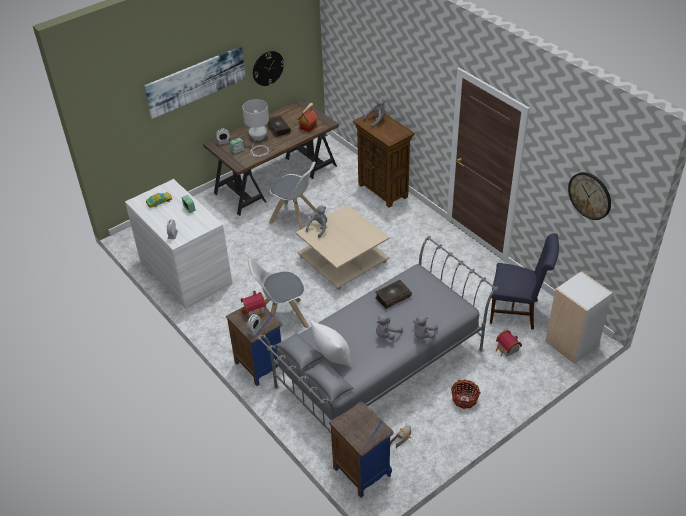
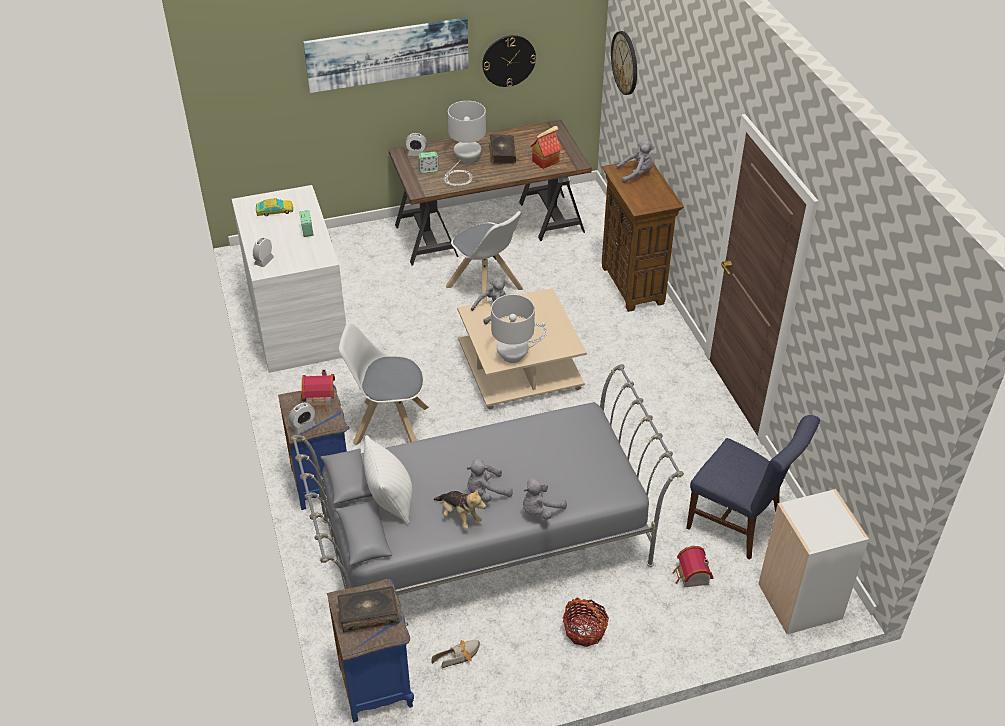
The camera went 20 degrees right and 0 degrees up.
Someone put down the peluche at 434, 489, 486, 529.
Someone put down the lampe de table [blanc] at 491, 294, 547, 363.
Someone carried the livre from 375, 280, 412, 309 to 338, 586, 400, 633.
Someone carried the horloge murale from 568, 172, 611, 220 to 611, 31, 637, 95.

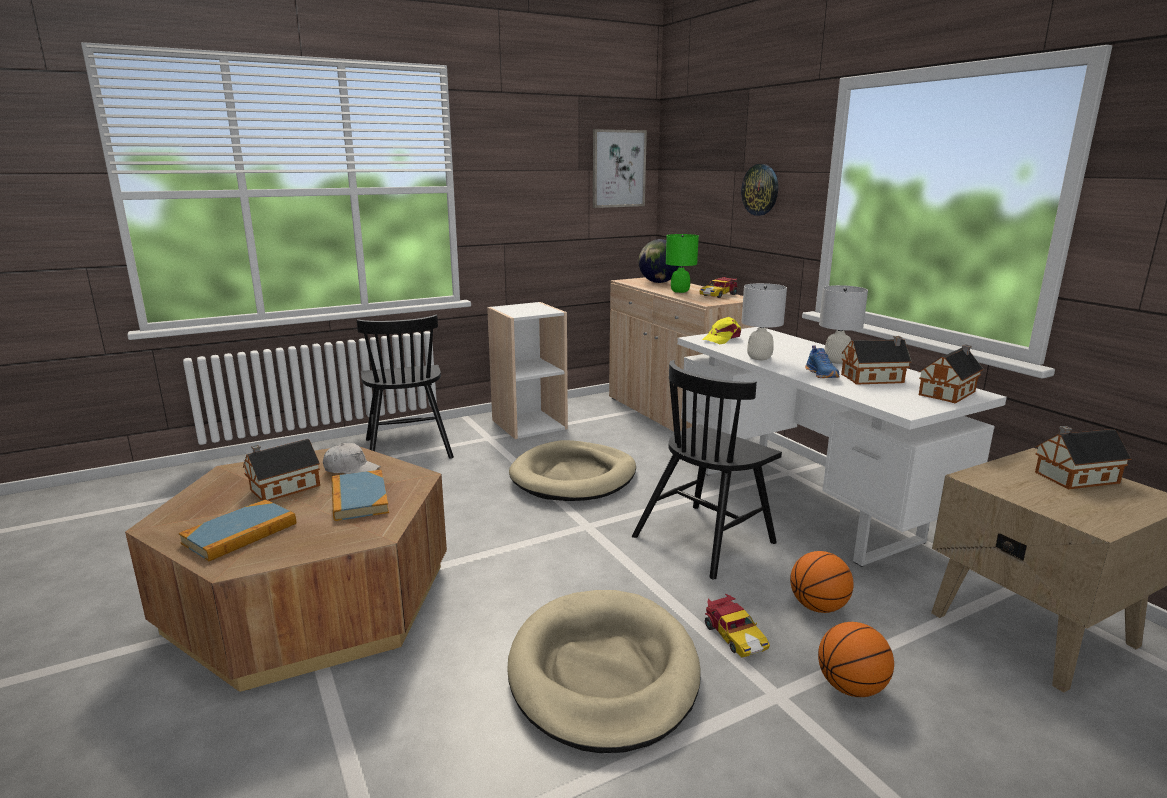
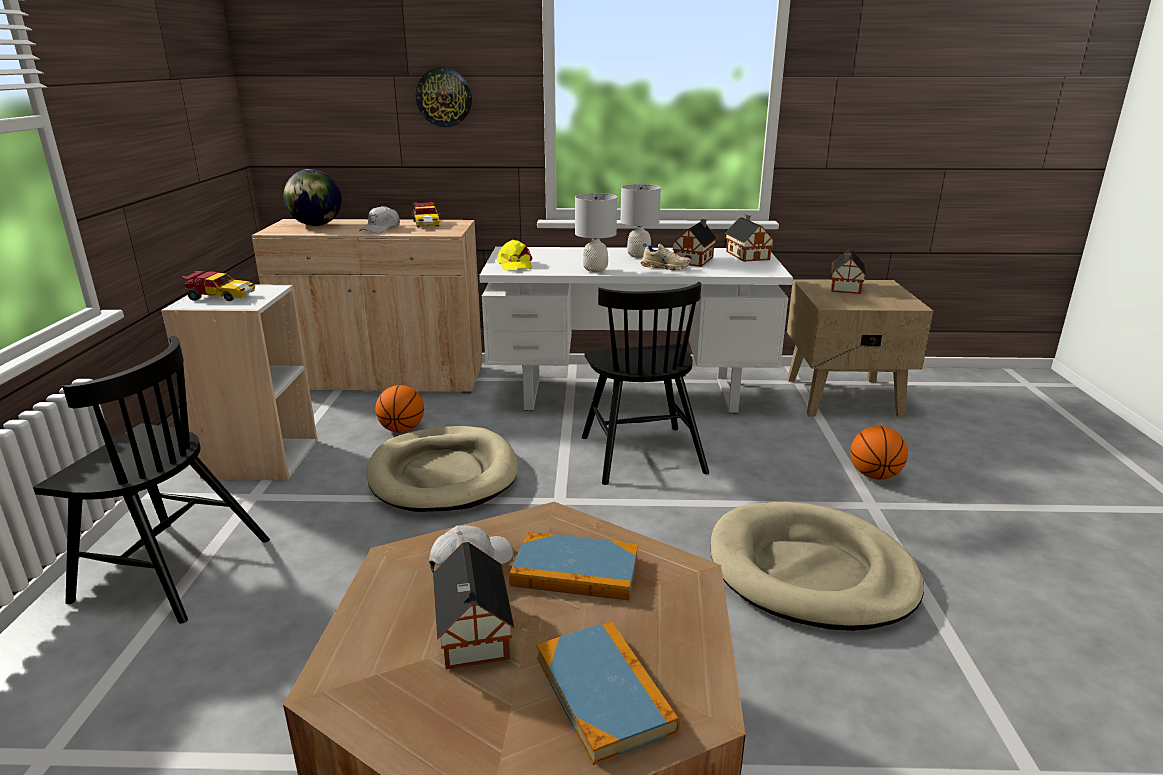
The camera went 60 degrees left and 5 degrees up.
Someone took away the tableau at 593, 129, 647, 208.
Someone carried the petite voiture from 705, 594, 770, 657 to 182, 271, 255, 301.
Someone carried the ballon de basket from 790, 551, 854, 613 to 375, 385, 424, 433.
Someone swapped the lampe de table [vert] at 666, 234, 699, 293 for the casquette [blanc] at 359, 206, 400, 233.
Someone repainted the chaussure [bleu] at 805, 345, 840, 378, which became the chaussure [beige] at 641, 244, 691, 270.

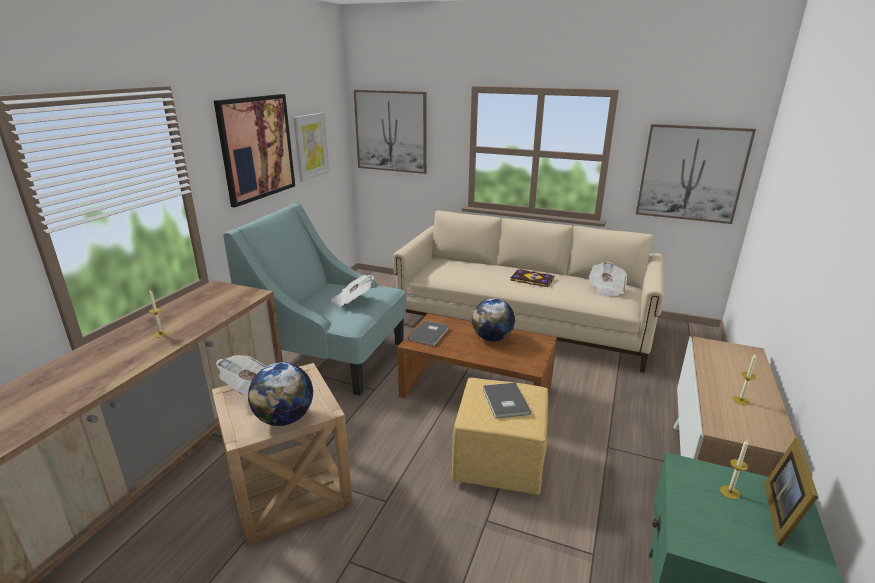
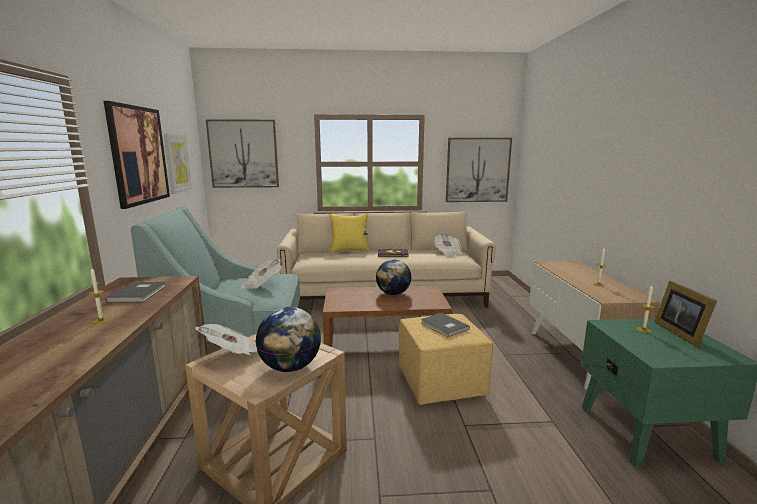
The camera went 25 degrees left and 10 degrees down.
Someone put down the coussin [jaune] at 329, 213, 370, 253.
Someone carried the livre [gris] from 408, 320, 449, 346 to 106, 281, 166, 303.

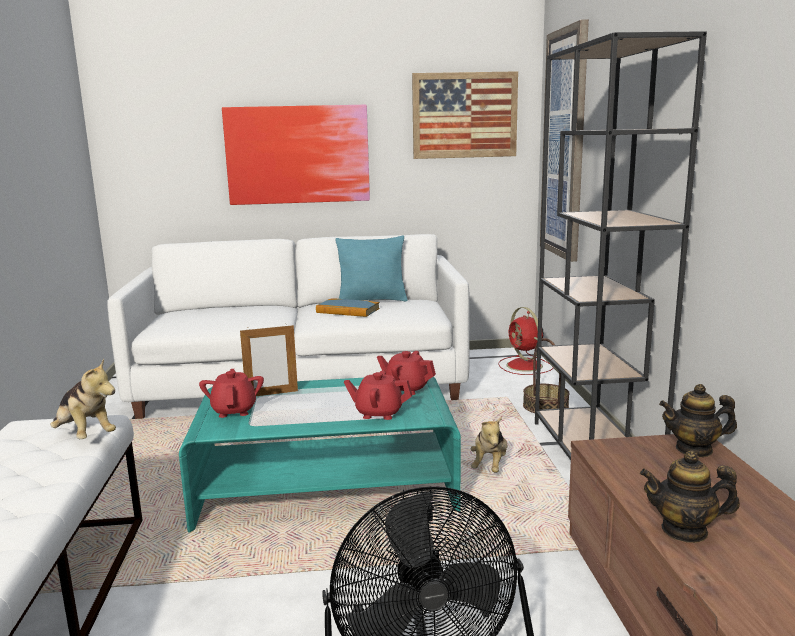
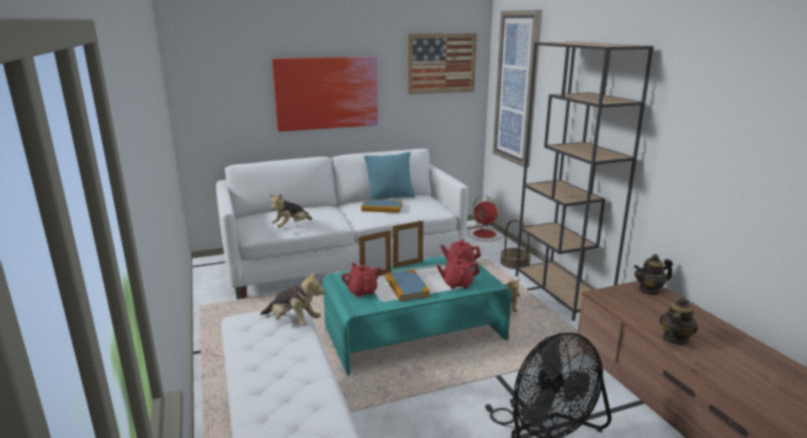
The camera went 15 degrees left and 5 degrees up.
Someone put down the peluche at 270, 194, 312, 227.
Someone put down the livre at 385, 269, 430, 302.
Someone put down the cadre photo at 393, 220, 423, 268.
Someone rotated the théière at 640, 451, 740, 543 by 135 degrees clockwise.

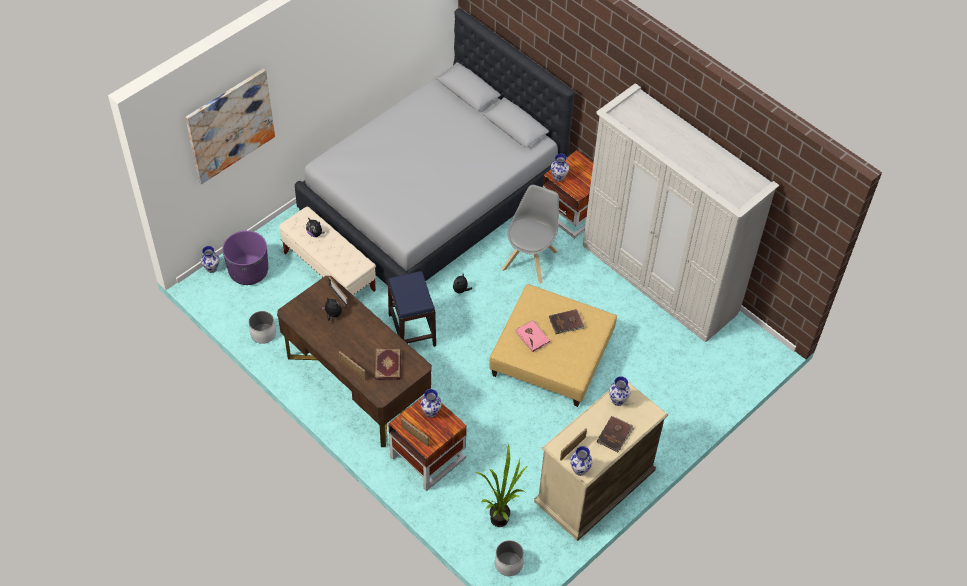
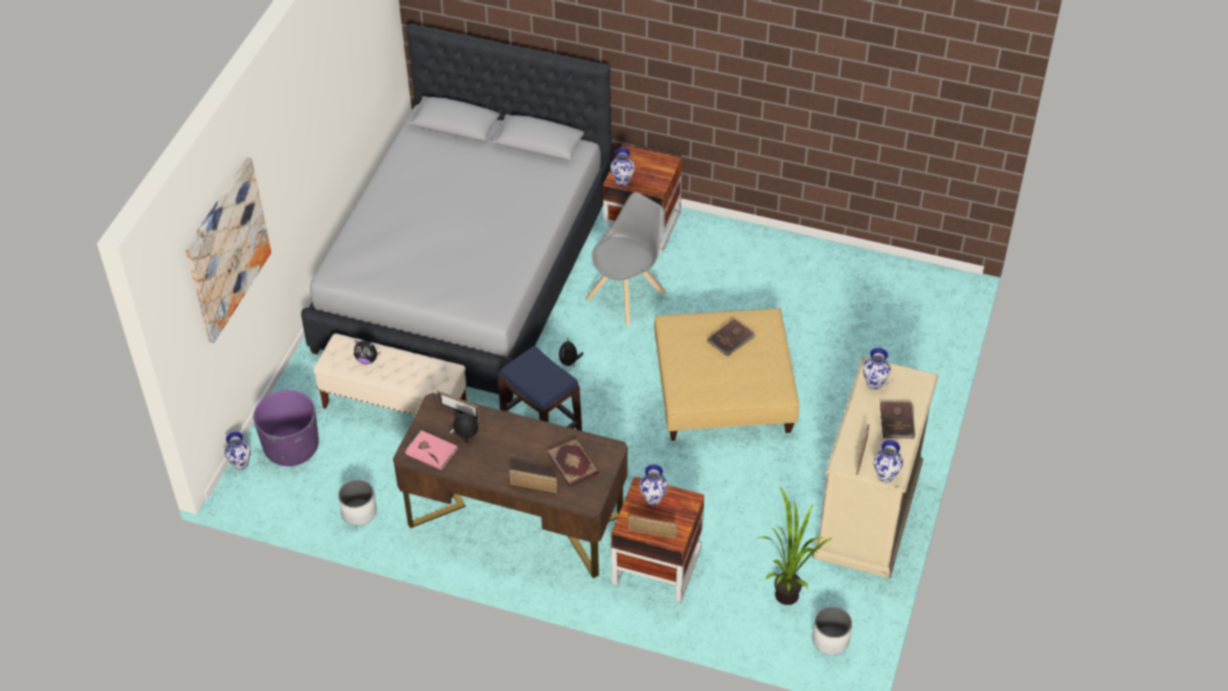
The camera went 25 degrees left and 5 degrees down.
Someone took away the armoire [blanc] at 583, 83, 779, 342.
Someone carried the livre [rose] from 516, 320, 550, 352 to 406, 430, 458, 470.
Someone rotated the chaise [gris] at 502, 185, 559, 284 by 45 degrees clockwise.

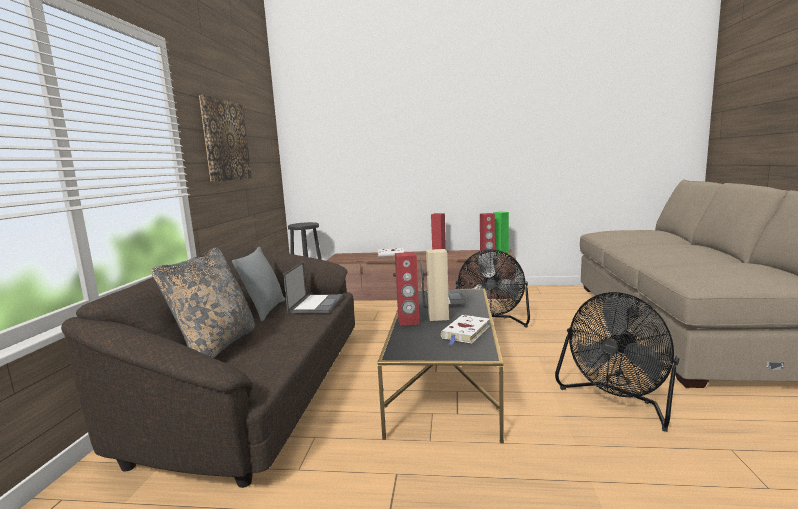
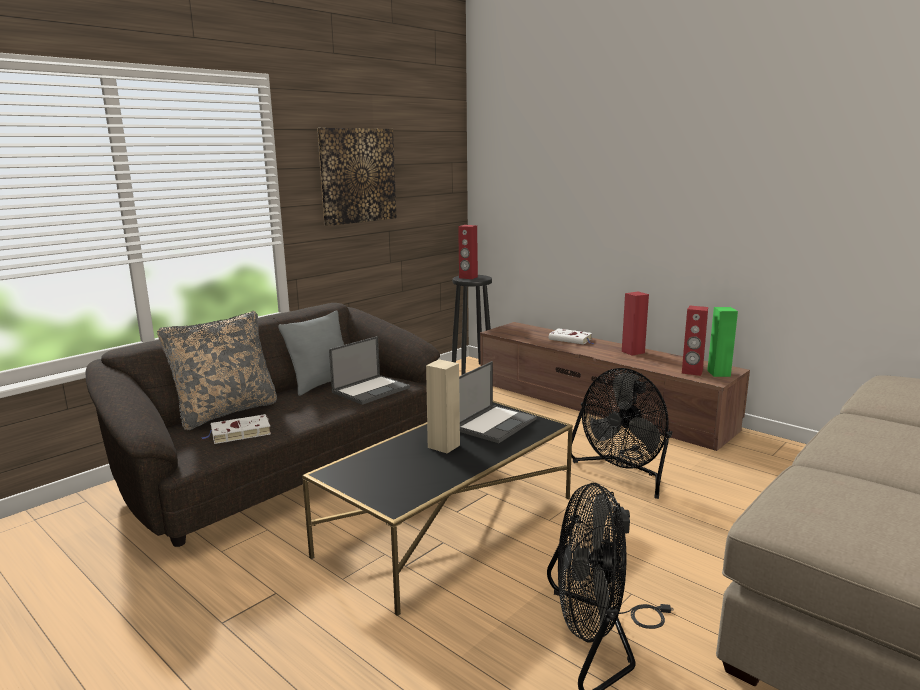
The camera went 35 degrees right and 5 degrees up.
Someone carried the enceinte [rouge] from 395, 252, 419, 326 to 458, 225, 478, 279.
Someone carried the livre [blanc] from 441, 315, 490, 345 to 201, 414, 271, 444.

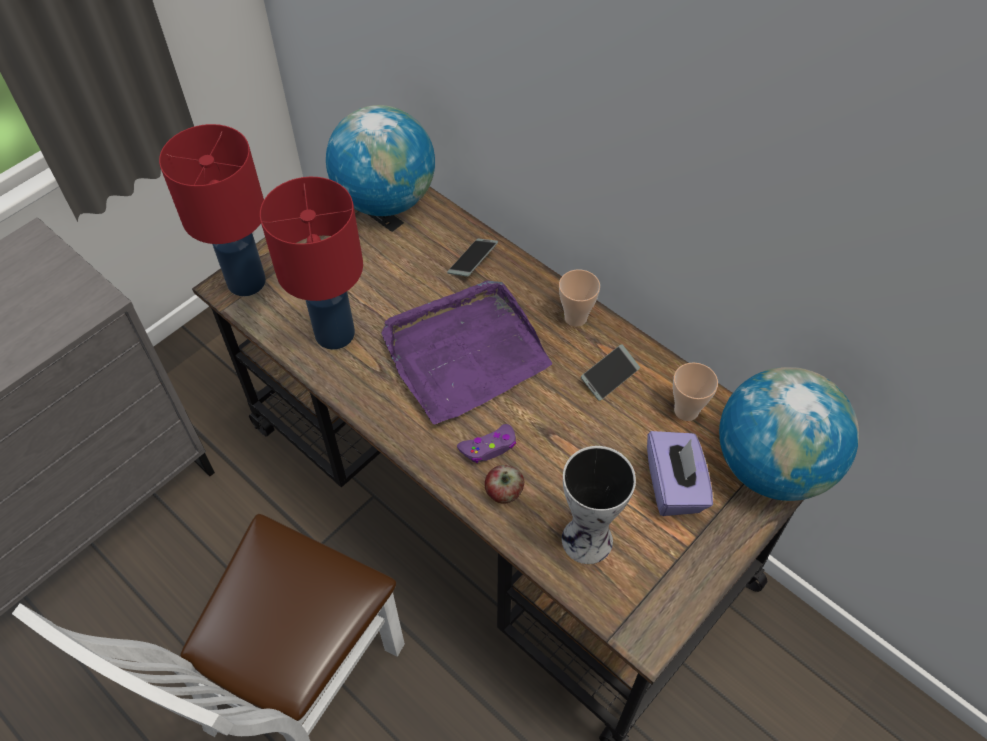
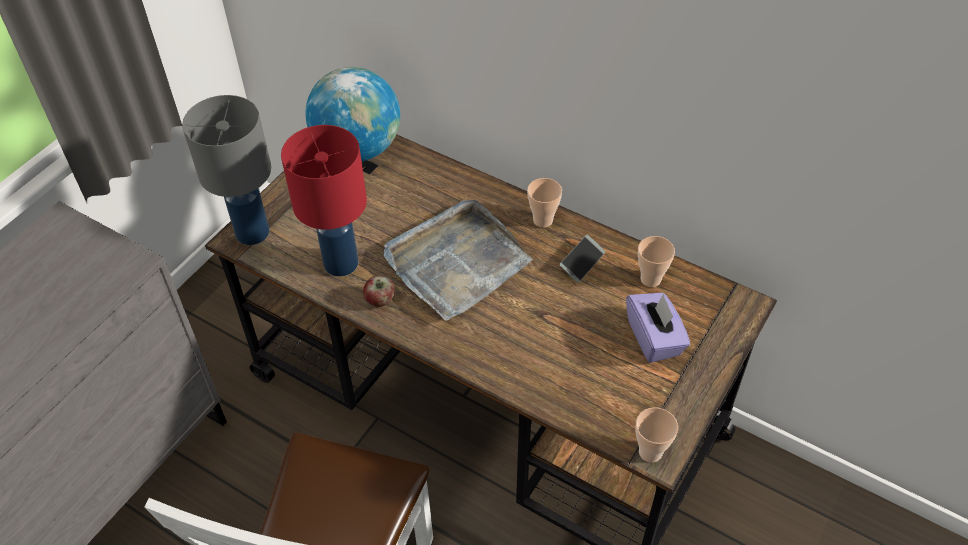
The camera went 10 degrees left and 5 degrees down.
Someone took away the téléphone at 447, 238, 498, 277.
Someone took away the manette [violet] at 457, 424, 516, 463.
Someone took away the vase at 562, 446, 636, 564.
Someone took away the globe at 719, 367, 859, 501.
Someone put down the tasse at 635, 407, 678, 463.
Someone carried the pomme from 485, 465, 524, 504 to 363, 276, 395, 307.
Someone repainted the lampe de table [rouge] at 159, 124, 266, 296, which became the lampe de table [gris] at 182, 95, 271, 245.
Someone repainted the plateau [violet] at 381, 280, 552, 424, which became the plateau [gris] at 383, 200, 532, 321.

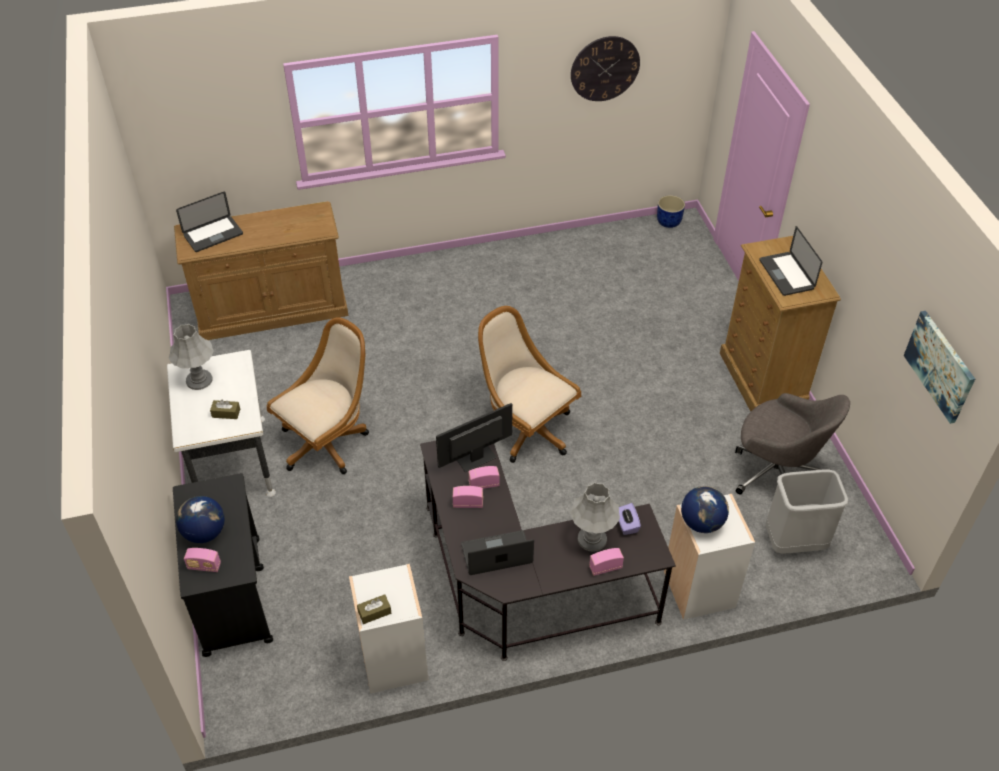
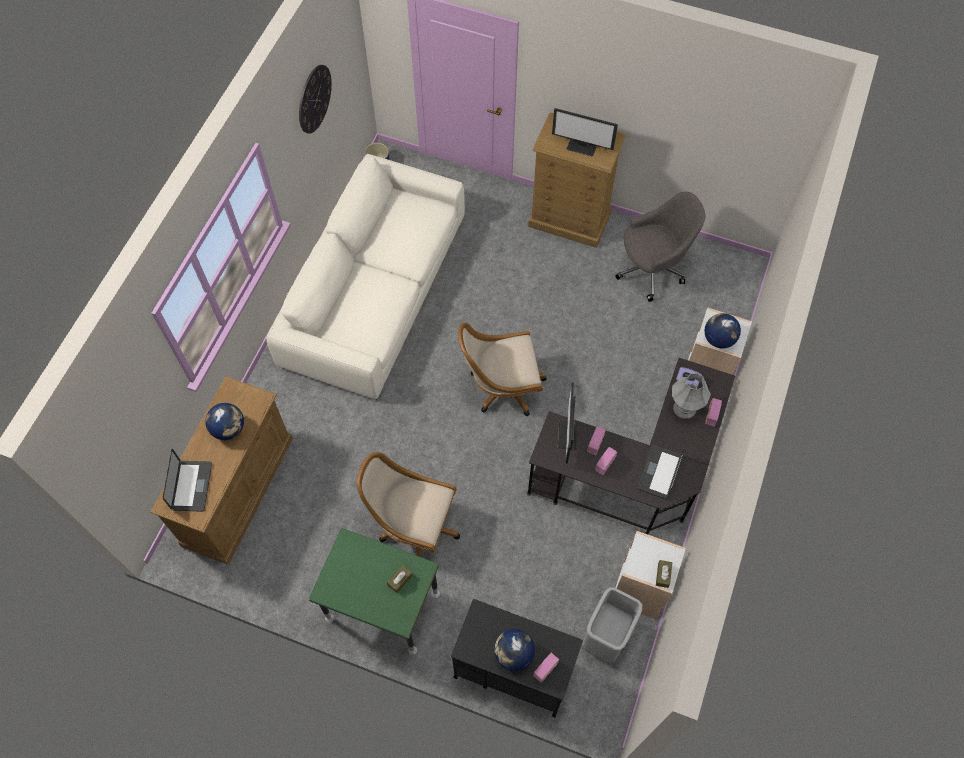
The camera went 55 degrees left and 15 degrees up.
Someone took away the lampe de table [gris] at 168, 324, 213, 390.
Someone took away the tableau at 904, 311, 975, 424.
Someone put down the globe at 205, 403, 244, 440.
Someone put down the canapé [blanc] at 266, 154, 465, 400.
Someone carried the poubelle [gris] from 766, 470, 848, 553 to 582, 587, 643, 664.
Someone swapped the ordinateur portable at 759, 226, 822, 296 for the écran d'ordinateur at 552, 108, 618, 157.
Someone repainted the bureau [blanc] at 167, 350, 276, 497, which became the bureau [vert] at 309, 528, 440, 655.
Someone rotated the chaise de bureau at 267, 317, 369, 474 by 60 degrees counterclockwise.

